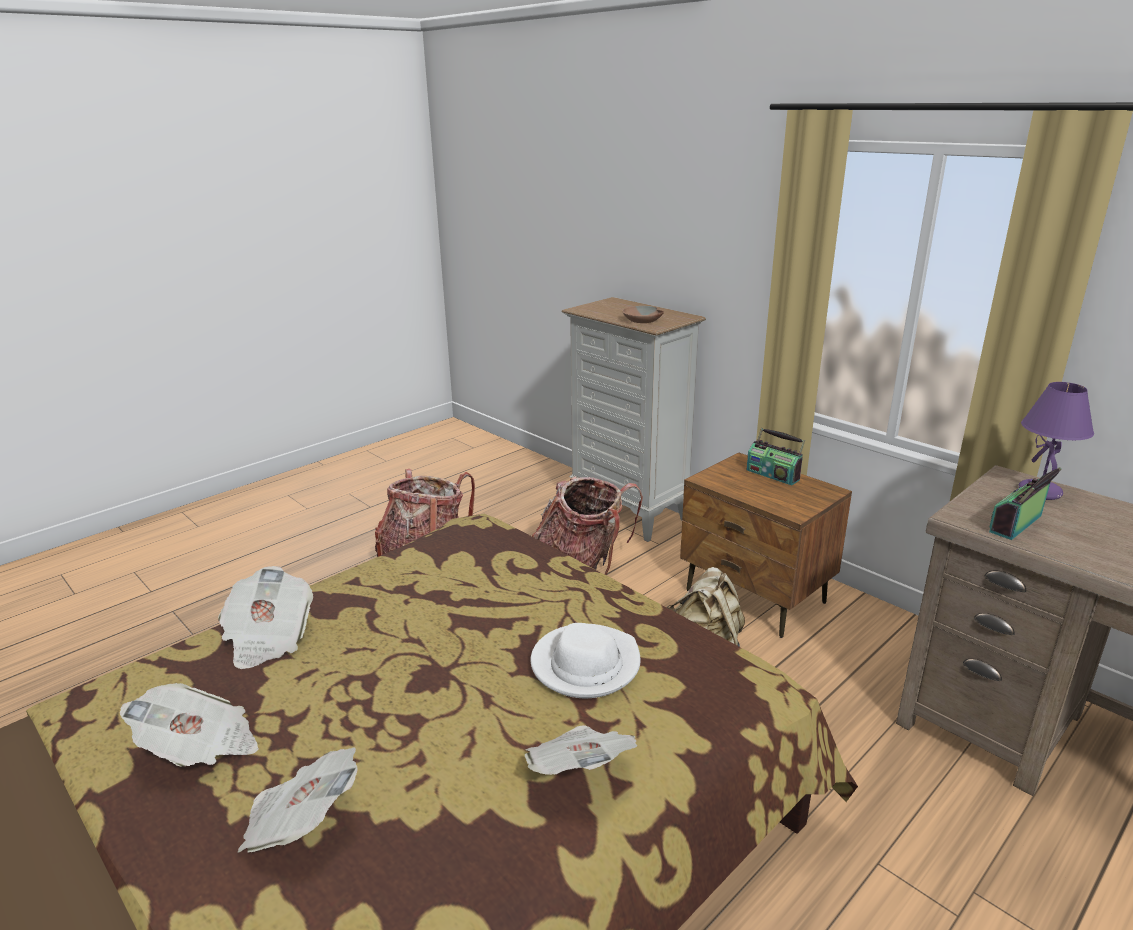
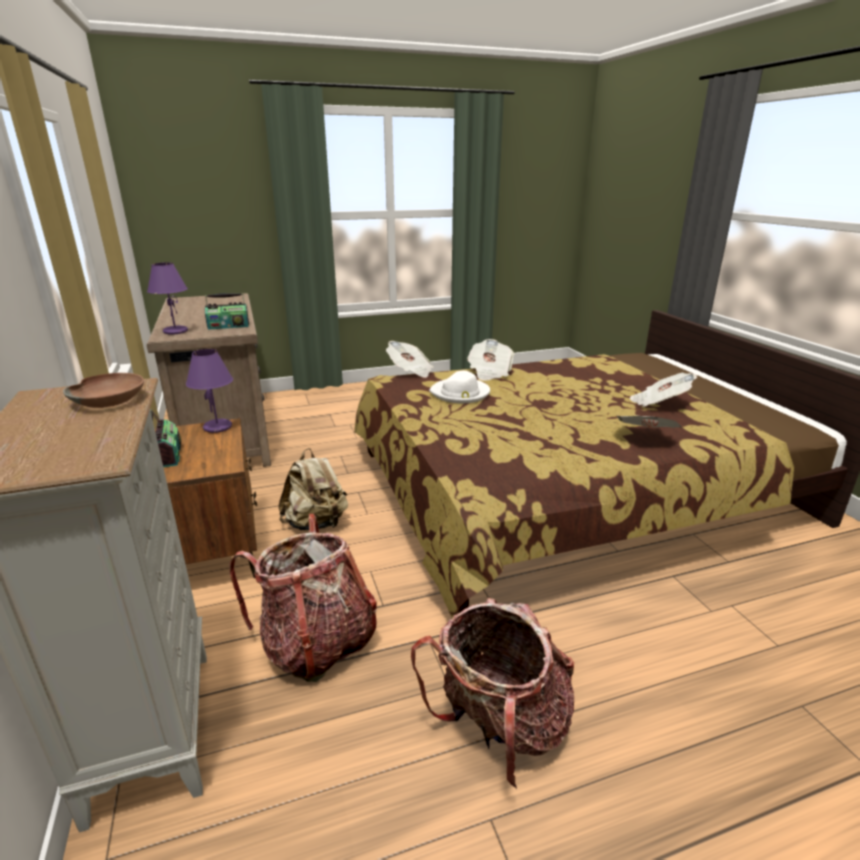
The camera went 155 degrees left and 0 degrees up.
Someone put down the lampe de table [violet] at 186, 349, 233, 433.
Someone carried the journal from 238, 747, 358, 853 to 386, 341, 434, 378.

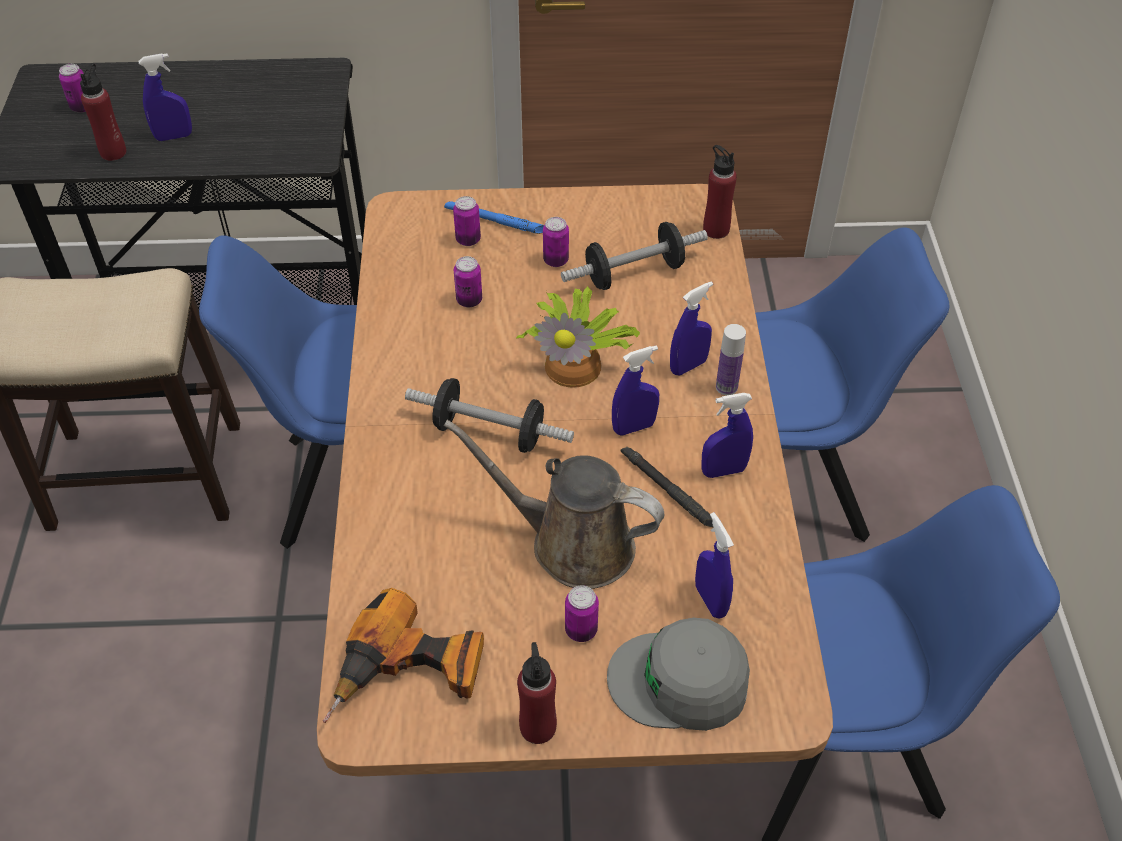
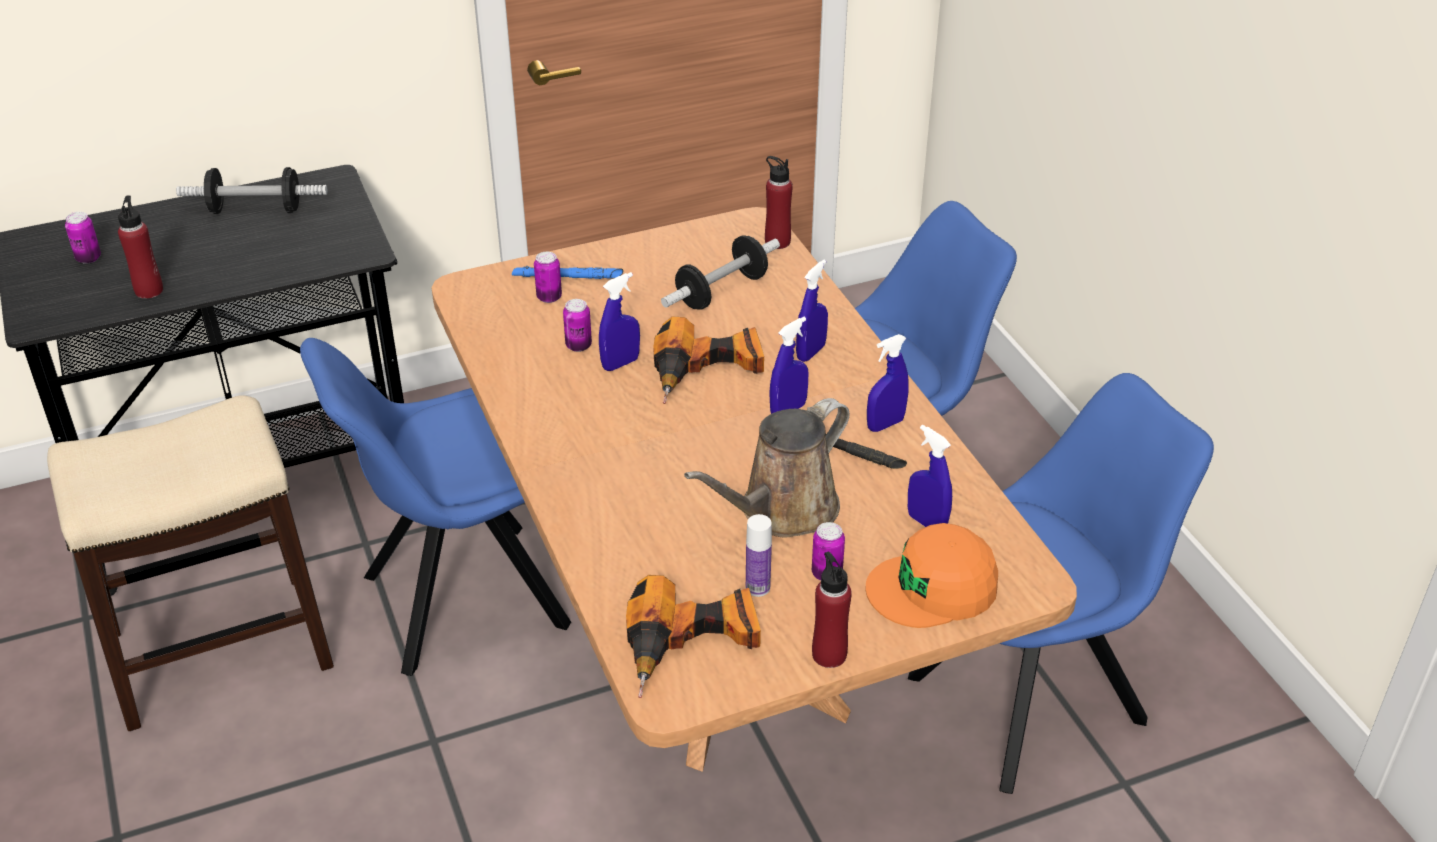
The camera went 20 degrees left and 10 degrees down.
Someone took away the boîte métallique at 543, 217, 569, 267.
Someone carried the vaporisateur [bleu] from 139, 53, 192, 141 to 599, 272, 640, 371.
Someone carried the haltère from 405, 378, 574, 453 to 176, 167, 328, 214.
Someone carried the bouteille from 716, 324, 746, 396 to 746, 514, 772, 597.
Someone swapped the plante en pot at 516, 286, 640, 388 for the perceuse at 653, 316, 764, 404.
Someone repainted the casquette [gris] at 607, 618, 750, 731, which became the casquette [orange] at 866, 523, 998, 628.
Someone rotated the arrosoir [marron] at 444, 420, 664, 589 by 45 degrees counterclockwise.

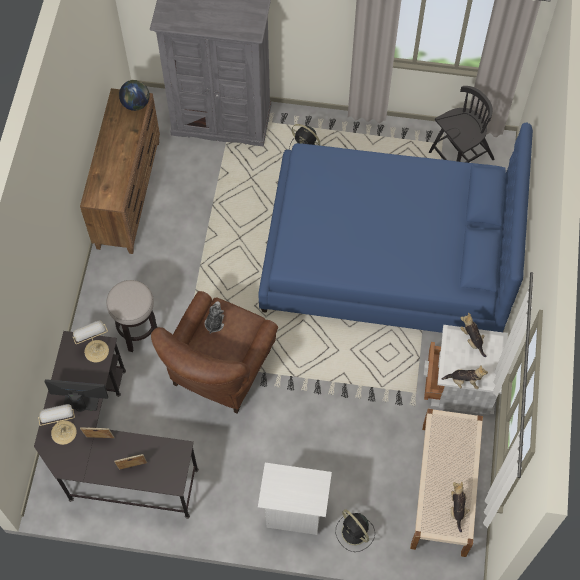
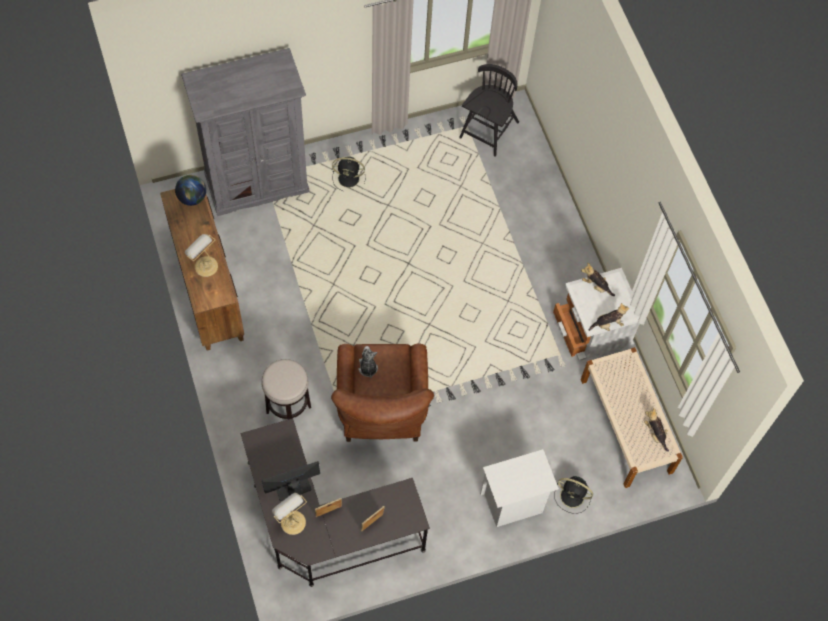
The camera went 30 degrees left and 0 degrees up.
Someone took away the lit [bleu] at 258, 123, 533, 333.
Someone carried the lampe de table from 73, 320, 109, 363 to 185, 234, 218, 277.

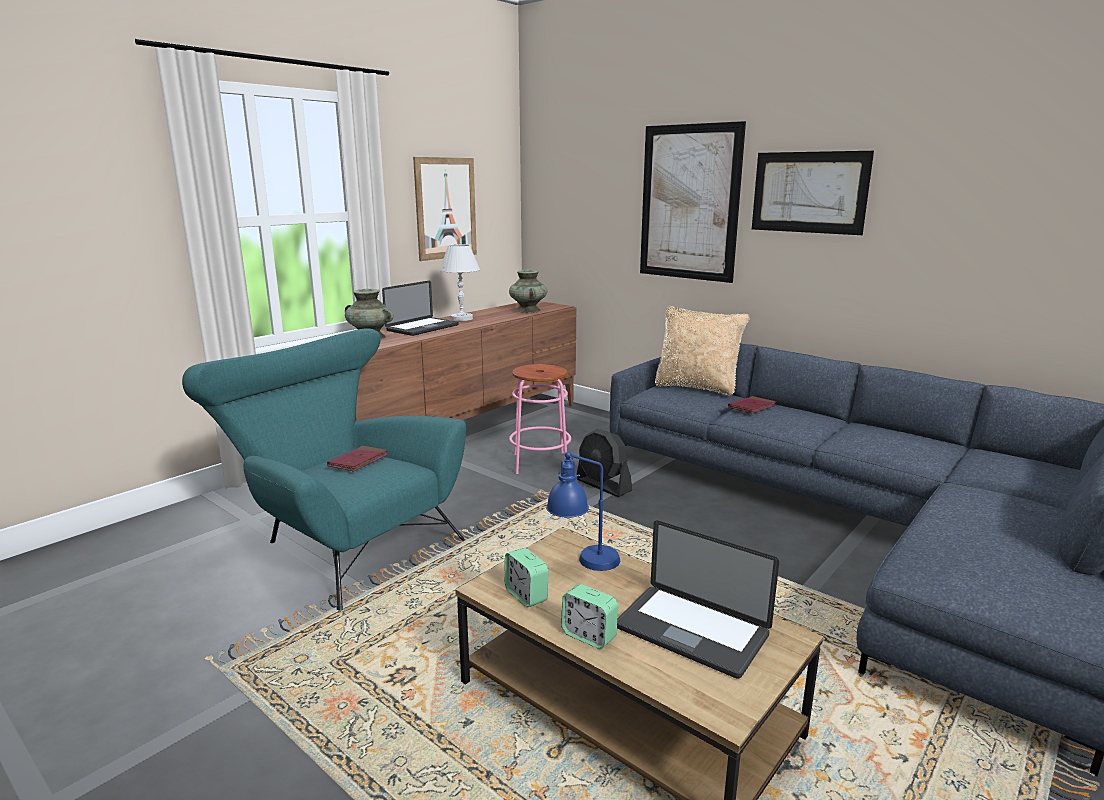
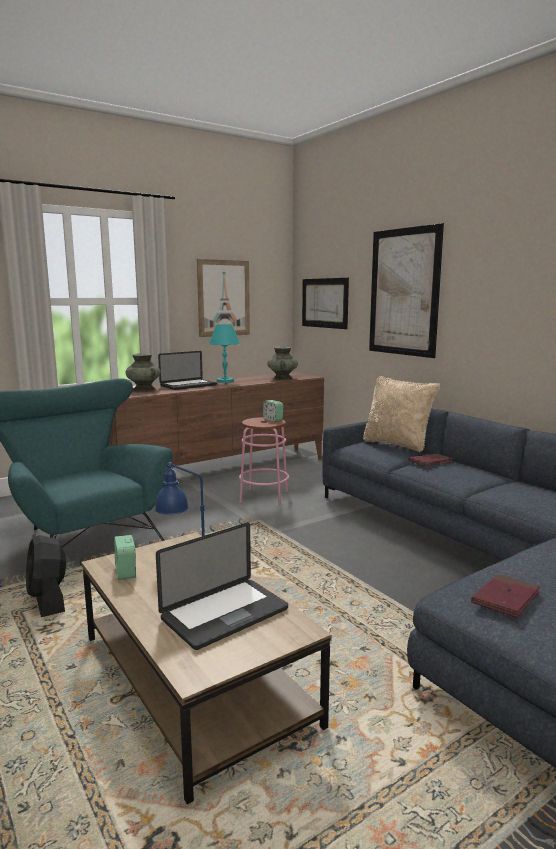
The camera went 15 degrees right and 5 degrees down.
Someone carried the livre [rouge] from 327, 446, 389, 472 to 471, 574, 540, 618.
Someone carried the réveil from 561, 584, 618, 649 to 263, 400, 283, 422.
Someone carried the ventilateur [noir] from 577, 429, 632, 497 to 26, 535, 66, 617.
Someone carried the tableau from 752, 151, 874, 235 to 302, 278, 349, 329.
Someone repainted the lampe de table [blanc] at 440, 244, 480, 321, which became the lampe de table [turquoise] at 209, 324, 240, 383.
Someone rotated the ordinateur portable at 617, 520, 779, 678 by 90 degrees counterclockwise.

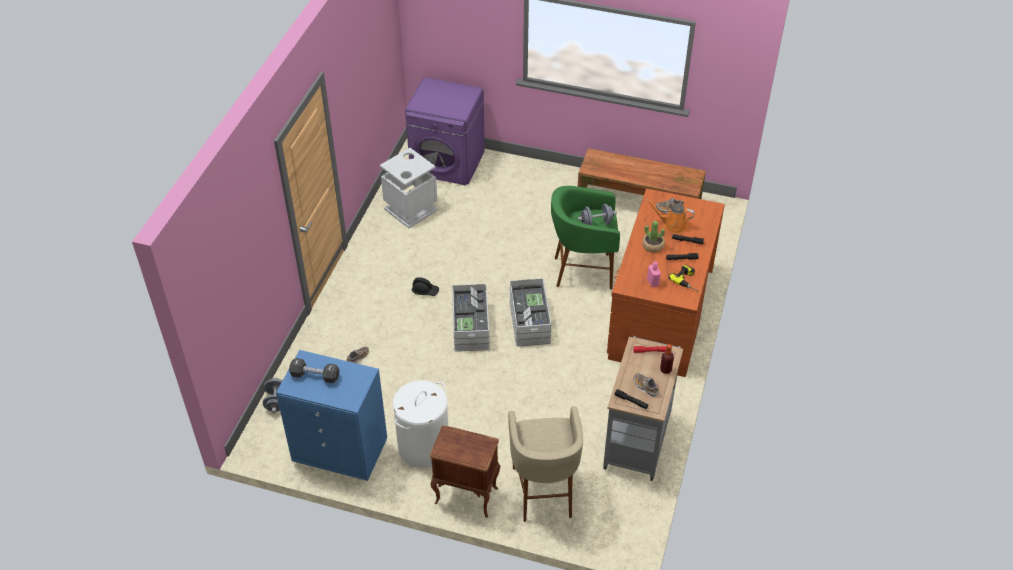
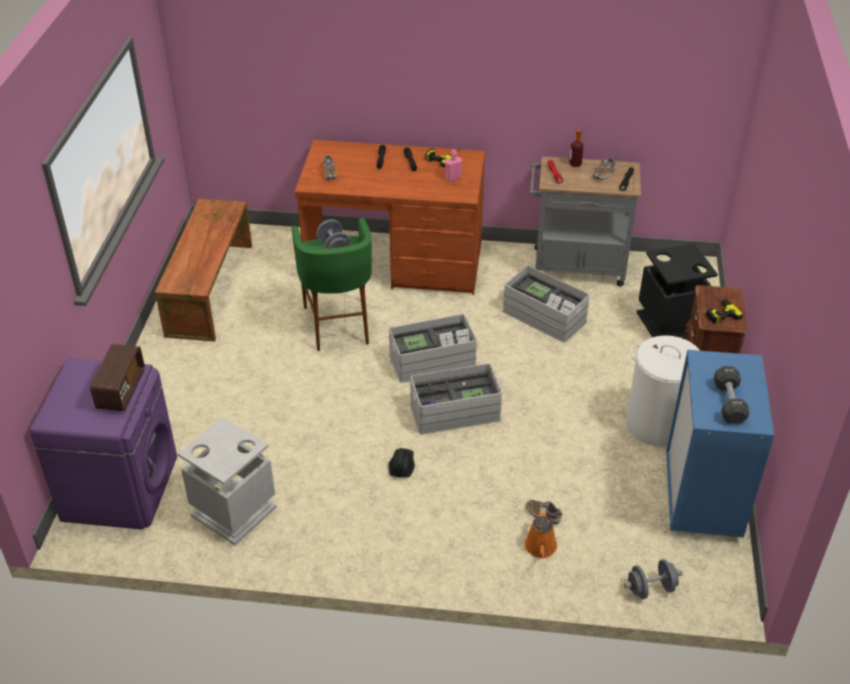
The camera went 100 degrees left and 5 degrees down.
Someone took away the plante en pot at 642, 221, 665, 252.
Someone put down the radio at 90, 344, 145, 411.
Someone put down the boîte de rangement [gris] at 503, 266, 590, 342.
Someone put down the perceuse at 706, 292, 743, 324.
Someone carried the arrosoir [orange] from 646, 198, 695, 234 to 525, 507, 557, 558.
Someone swapped the tabouret [beige] at 508, 406, 583, 522 for the poubelle [noir] at 637, 243, 718, 339.

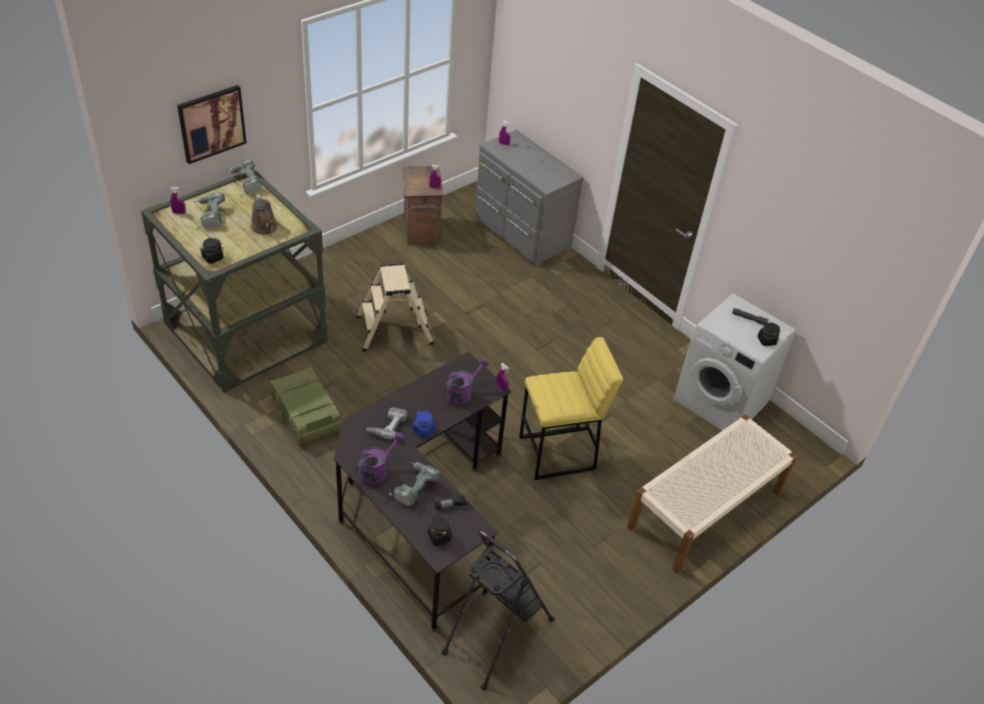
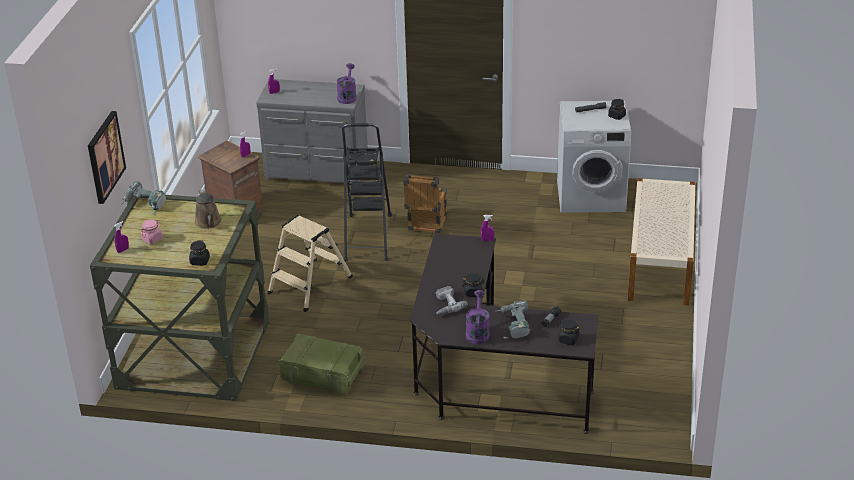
The camera went 35 degrees left and 10 degrees down.
Someone took away the tabouret [jaune] at 519, 337, 623, 480.
Someone put down the caisse at 403, 174, 447, 234.
Someone carried the escabeau from 441, 530, 555, 691 to 342, 123, 392, 261.
Someone carried the arrosoir [violet] from 444, 357, 489, 406 to 337, 63, 357, 104.
Someone swapped the perceuse at 193, 192, 225, 228 for the bocal [rose] at 141, 220, 163, 244.
Someone repainted the bocal [bleu] at 413, 410, 436, 438, which became the bocal [noir] at 462, 273, 484, 297.
Someone rotated the arrosoir [marron] at 251, 194, 278, 235 by 45 degrees clockwise.

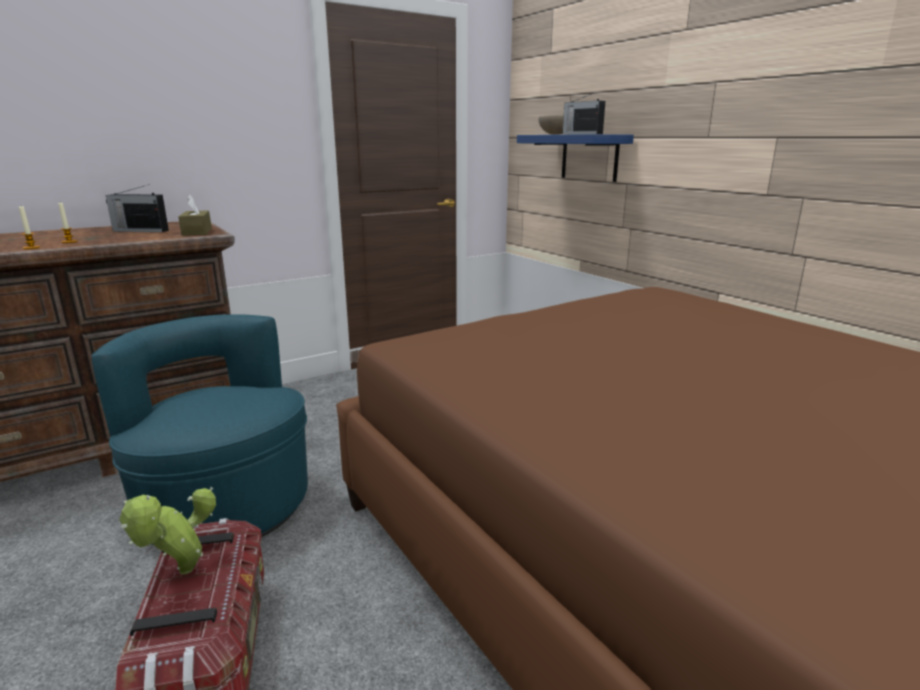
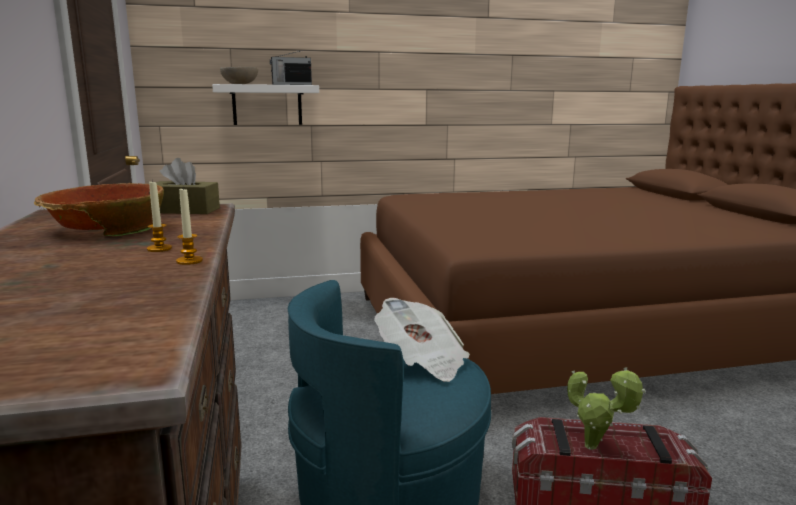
The camera went 70 degrees left and 5 degrees down.
Someone put down the journal at 374, 298, 470, 382.
Someone swapped the radio at 106, 184, 169, 232 for the bol at 34, 183, 164, 236.
Someone repainted the étagère [bleu] at 517, 134, 634, 182, which became the étagère [blanc] at 212, 84, 319, 125.

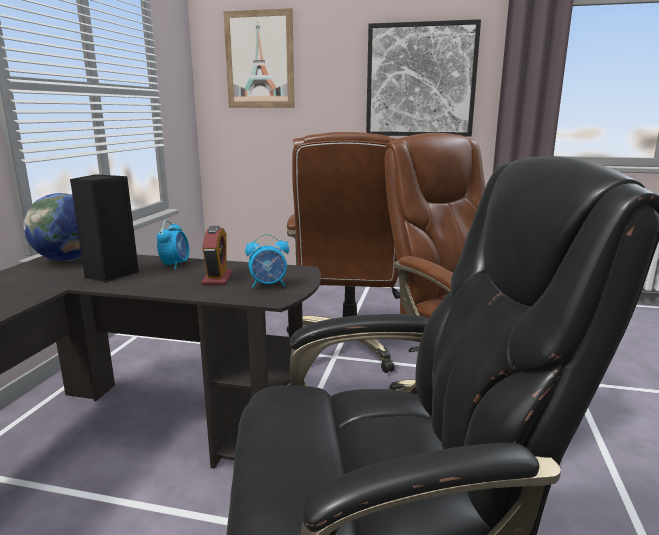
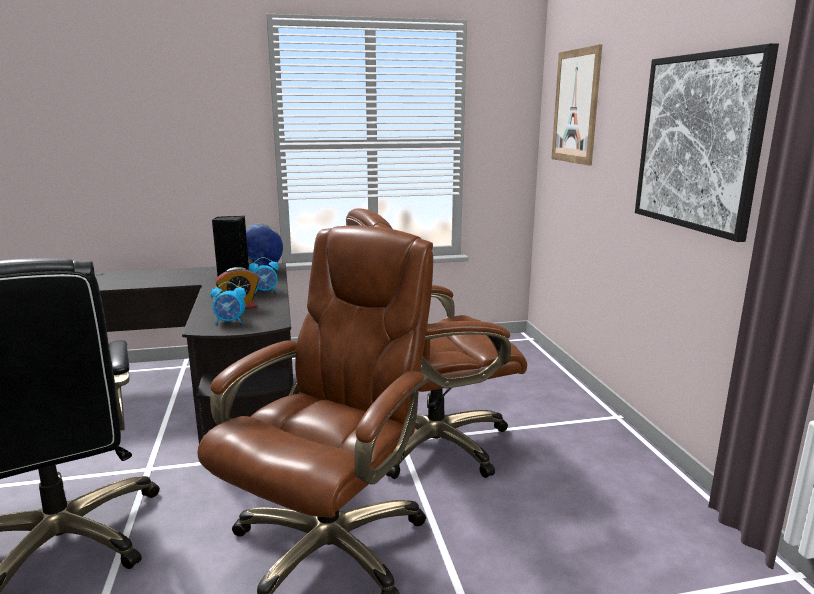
The camera went 65 degrees right and 0 degrees up.
Someone rotated the réveil at 245, 234, 289, 289 by 60 degrees counterclockwise.

